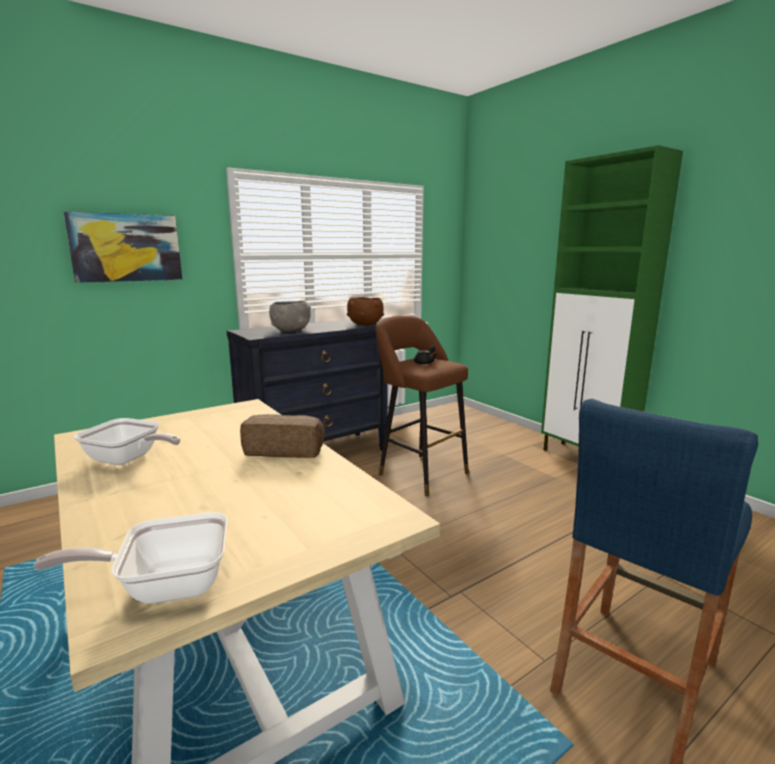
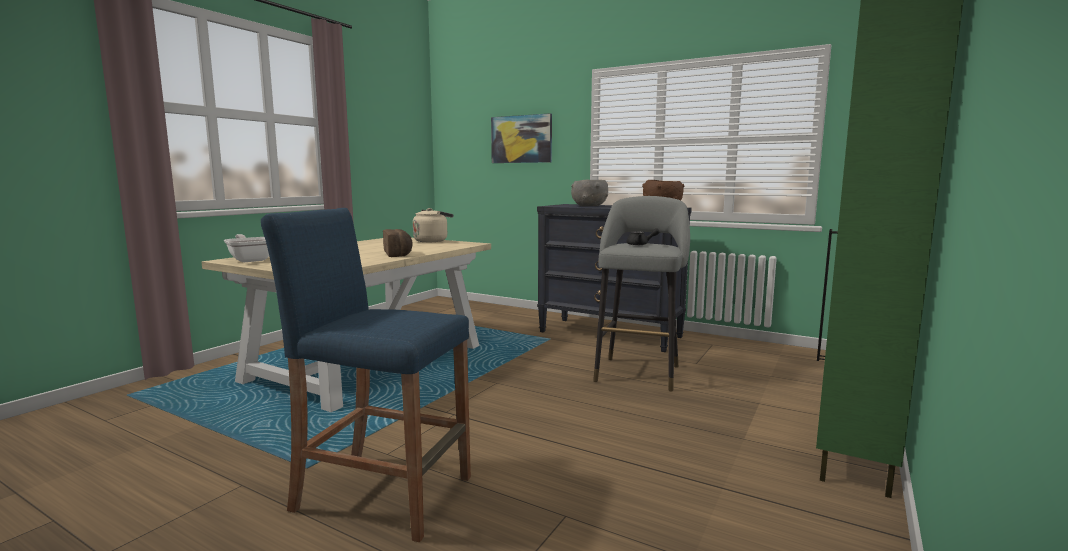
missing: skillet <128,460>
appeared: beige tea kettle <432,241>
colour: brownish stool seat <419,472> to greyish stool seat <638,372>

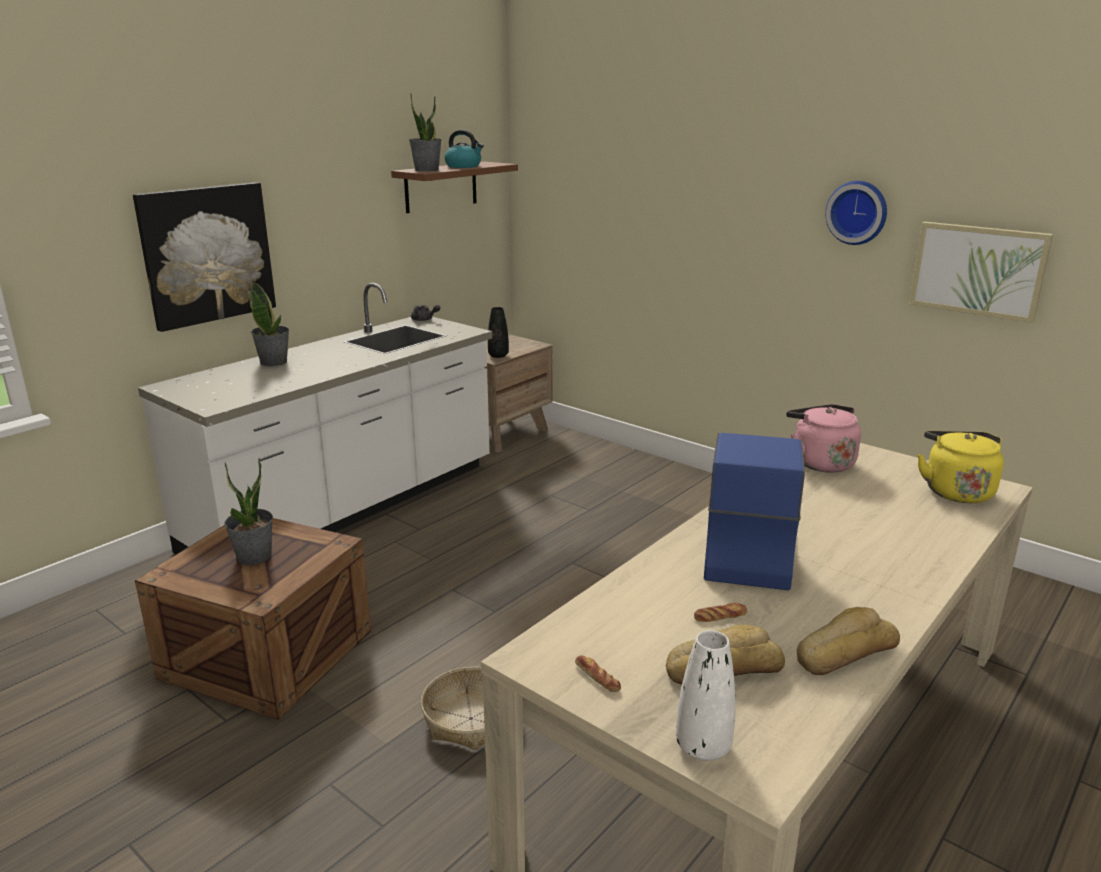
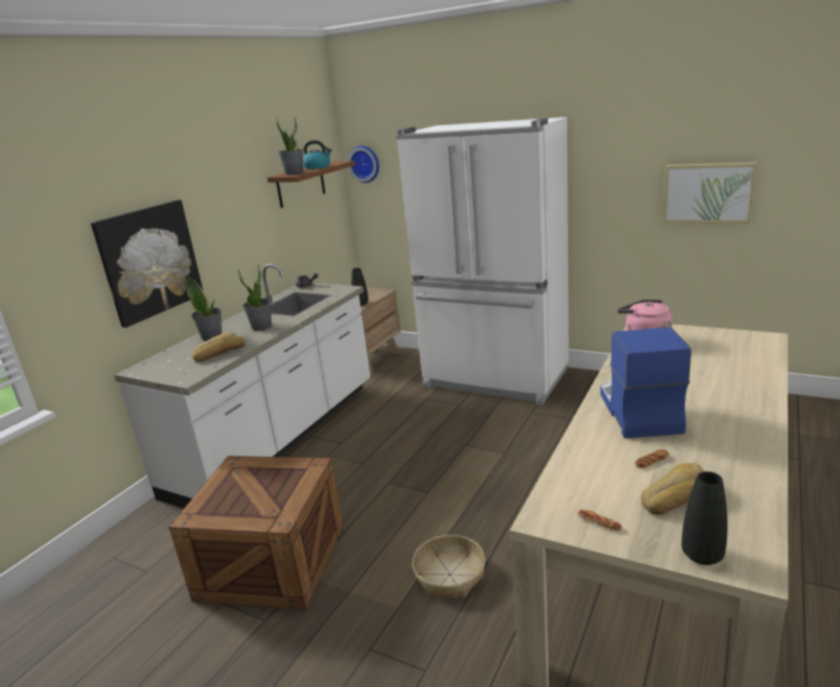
missing: yellowish tea kettle <956,491>
appeared: white-coloured kitchen fridge <495,380>
relocated: plant in a pot <254,556> to <262,326>; bread <843,651> to <219,352>; hanging clock <857,212> to <365,163>
colour: white-coloured flower vase <703,747> to black-coloured flower vase <702,555>

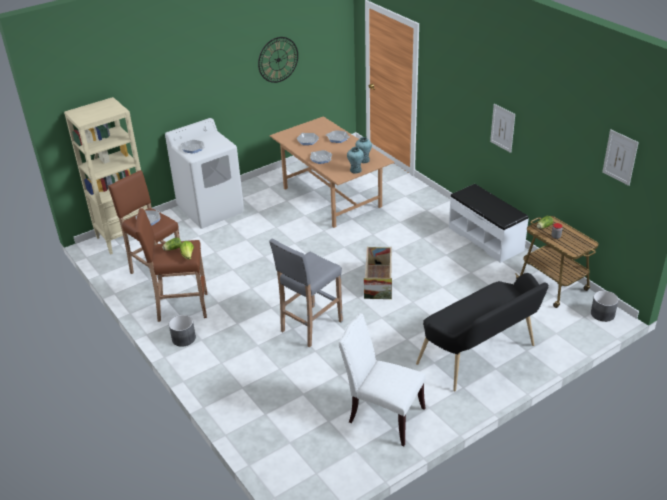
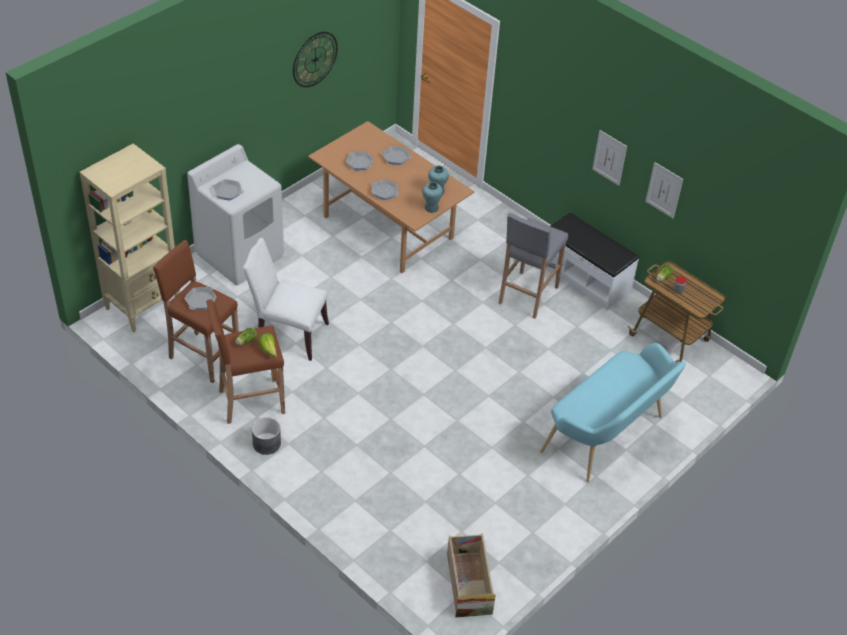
missing: greyish planter <602,314>
relocated: greyish stool seat <310,326> to <527,296>; white-coloured plain chair <382,415> to <288,334>; crate <378,281> to <468,583>; picture <620,157> to <664,190>
colour: black-coloured long seat <481,357> to turquoise-coloured long seat <607,436>

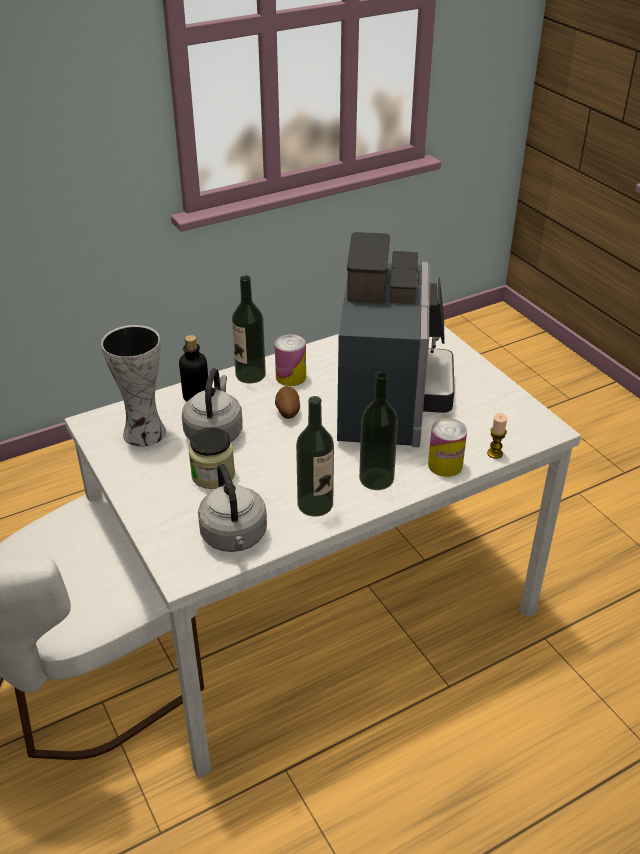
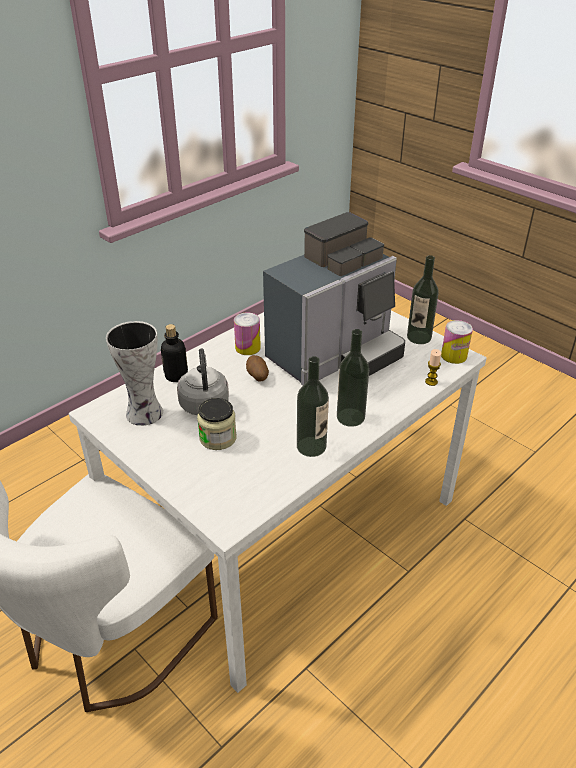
missing: greyish tea kettle <235,538>
relocated: drink bottle <250,375> to <419,337>; sealed can <445,465> to <454,356>
spun: coffee brewer <391,402> = <335,355> 60 degrees clockwise

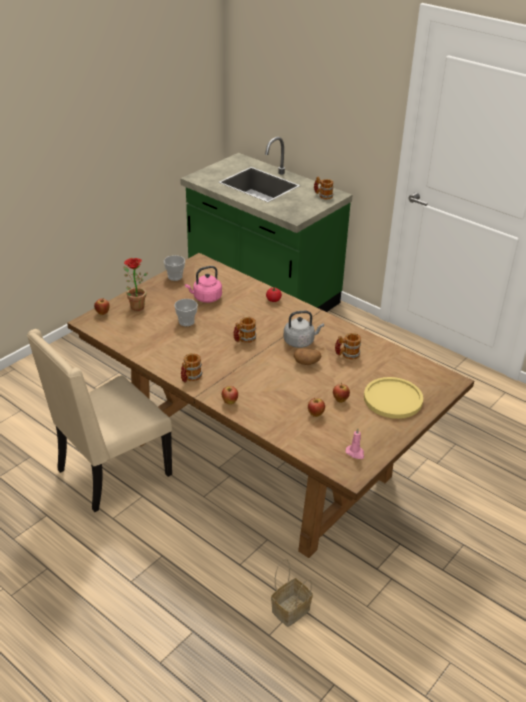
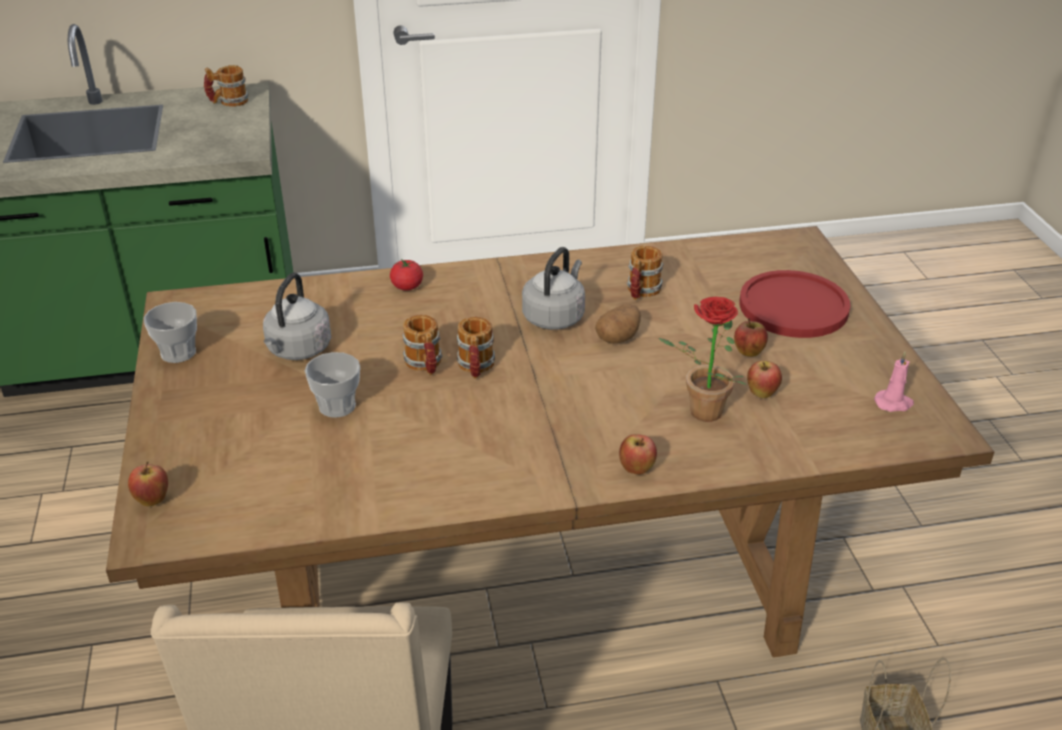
relocated: plant in a pot <135,306> to <699,413>; mug <190,378> to <425,365>
colour: pinkish tea kettle <206,298> to greyish tea kettle <297,350>; yellowish flat dish <393,399> to red-coloured flat dish <793,306>

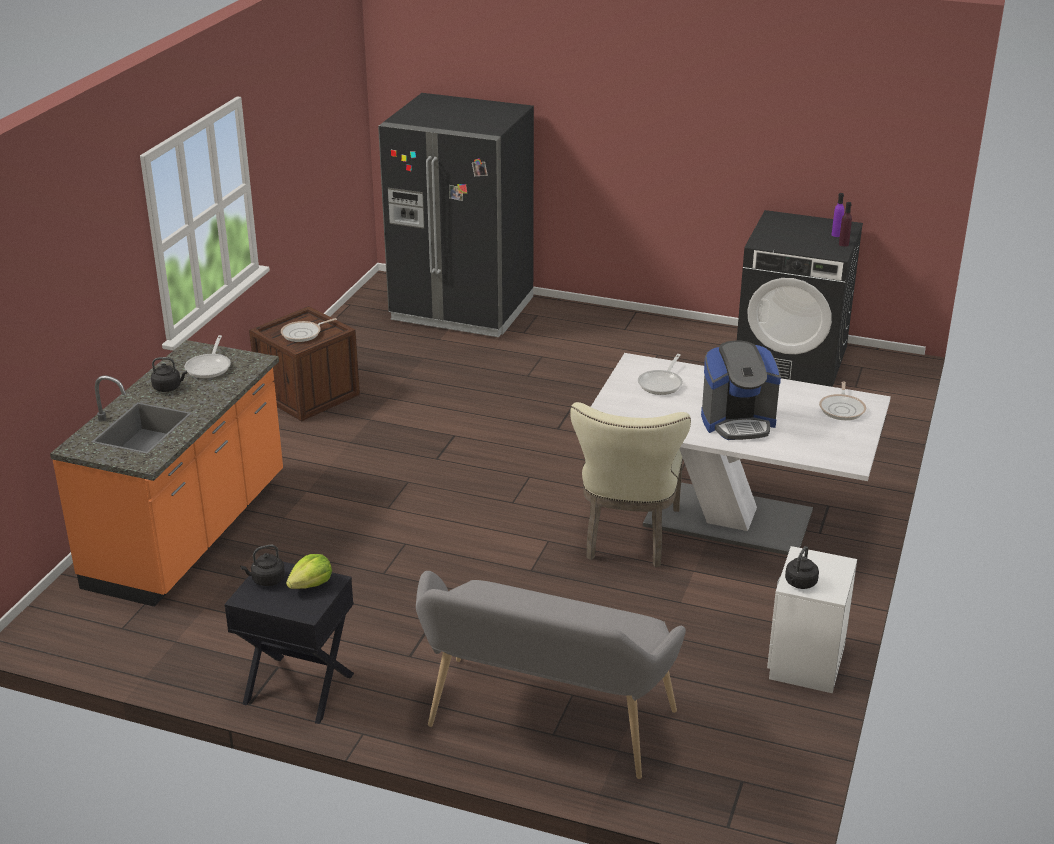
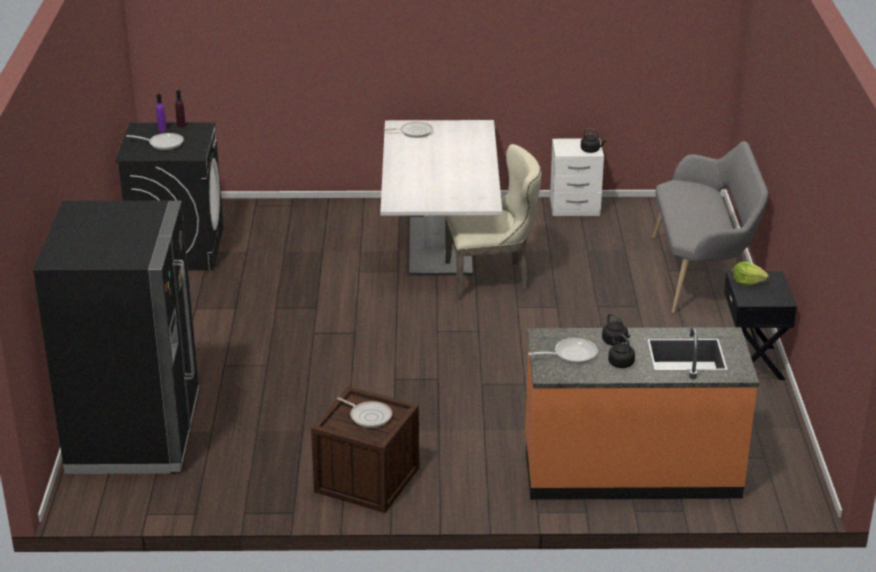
missing: coffee brewer <738,422>
relocated: black-coloured tea kettle <266,580> to <615,342>; skillet <662,383> to <163,143>

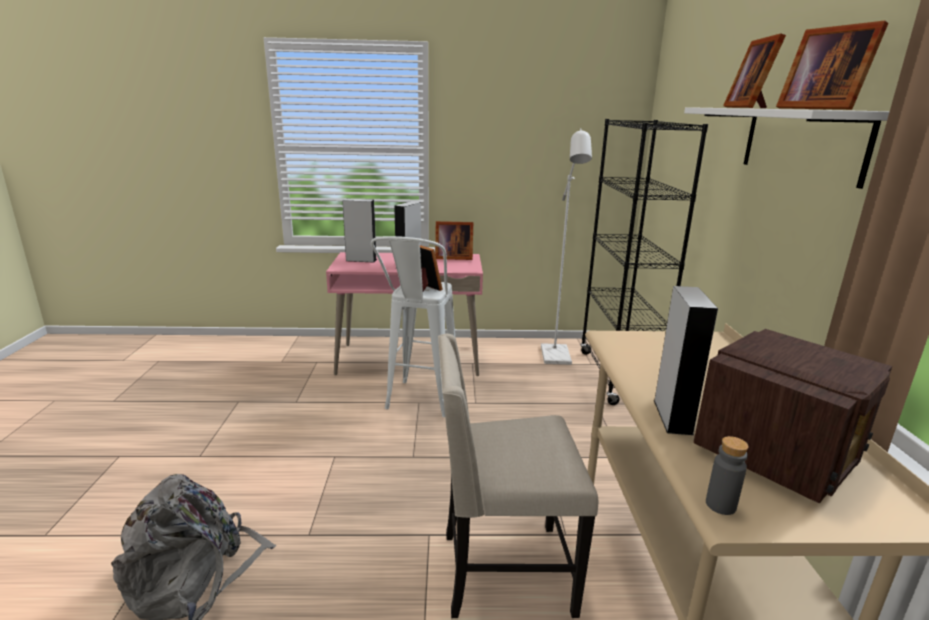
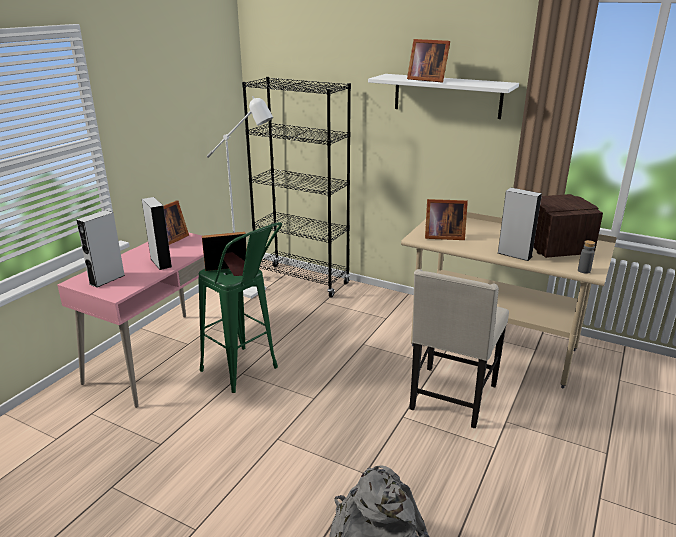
relocated: photo frame <819,109> to <442,236>
colour: white-coloured stool seat <419,405> to green stool seat <246,374>

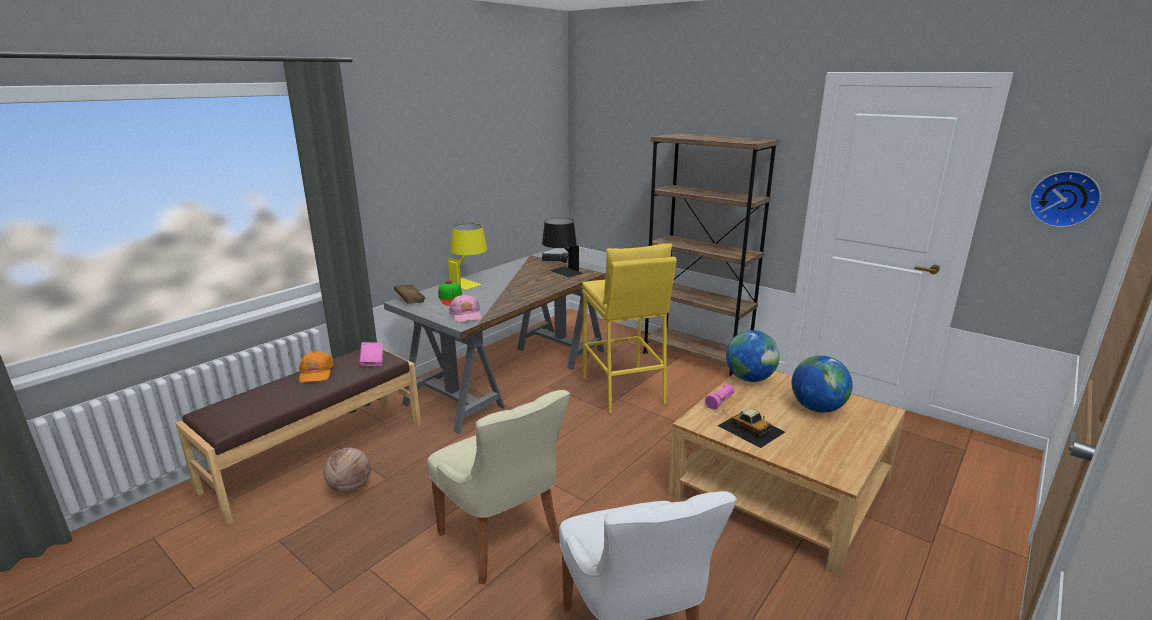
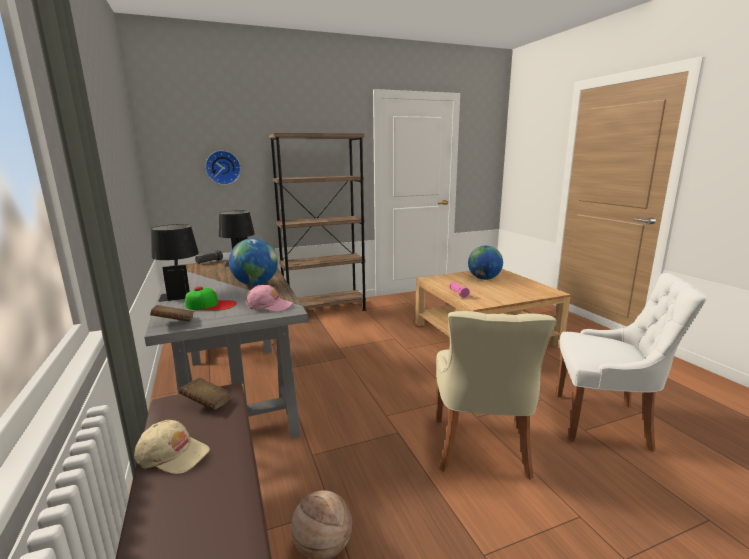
missing: yellowish stool seat <623,390>; miniature car <751,428>
relocated: world globe <749,378> to <255,284>; hanging clock <1064,198> to <223,167>
colour: orange peaked cap <316,373> to beige peaked cap <172,454>; pinkish bound book <372,361> to brownish bound book <207,403>; yellowish table lamp <469,282> to black-coloured table lamp <180,293>
spun: beige plain chair <503,539> = <481,450> 105 degrees clockwise

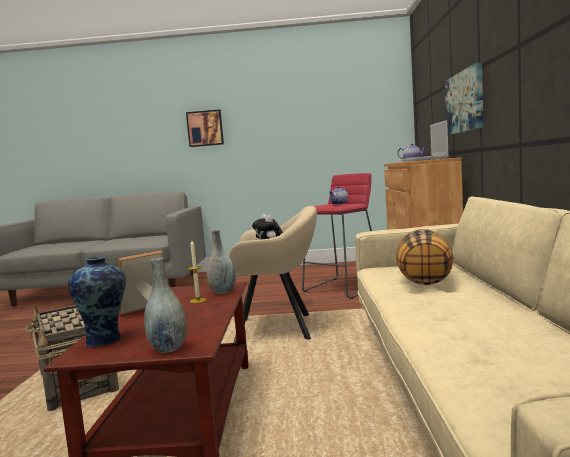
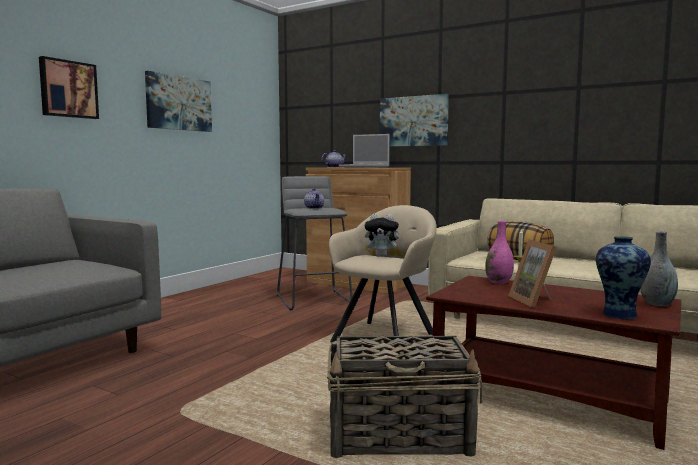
appeared: picture <179,103>
colour: greyish flower vase <222,292> to pinkish flower vase <498,282>; red-coloured stool seat <343,288> to greyish stool seat <314,299>

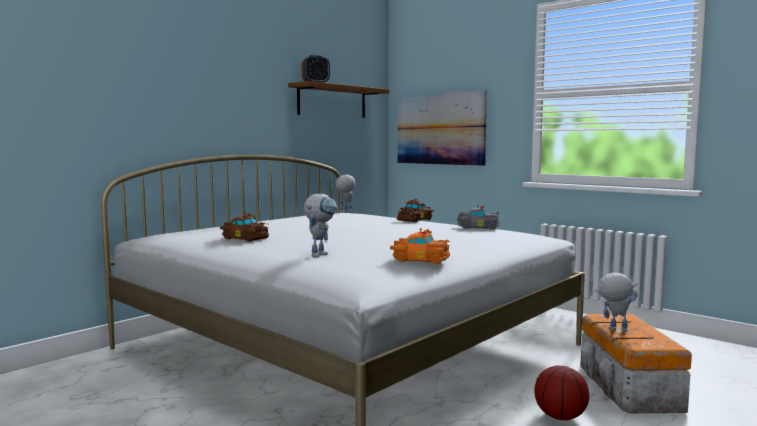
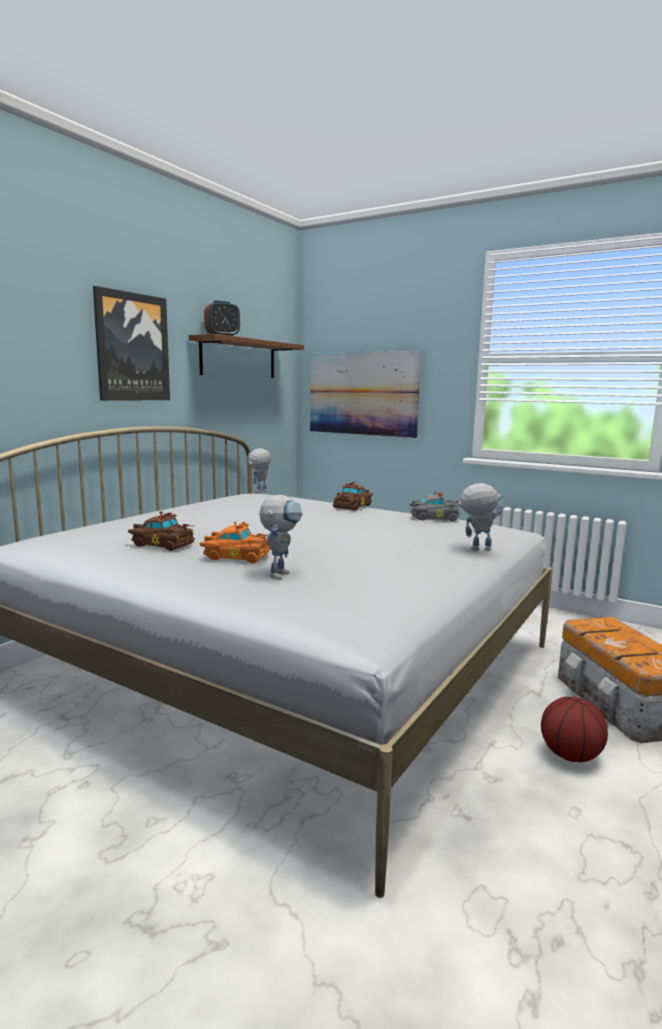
appeared: picture <132,347>
relocated: orange miniature car <420,259> to <235,556>; toy robot <613,330> to <475,549>

